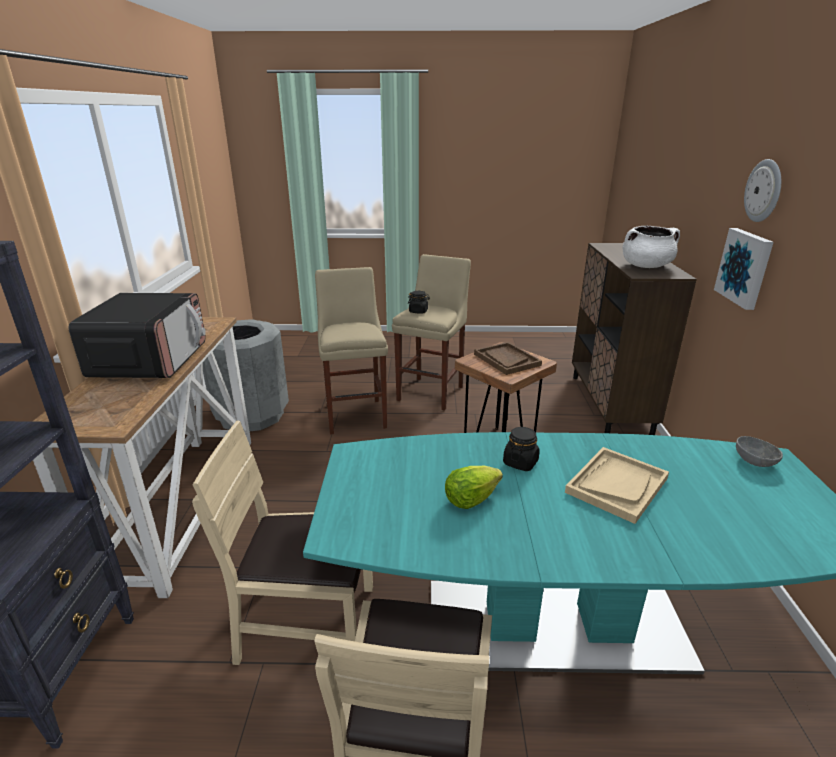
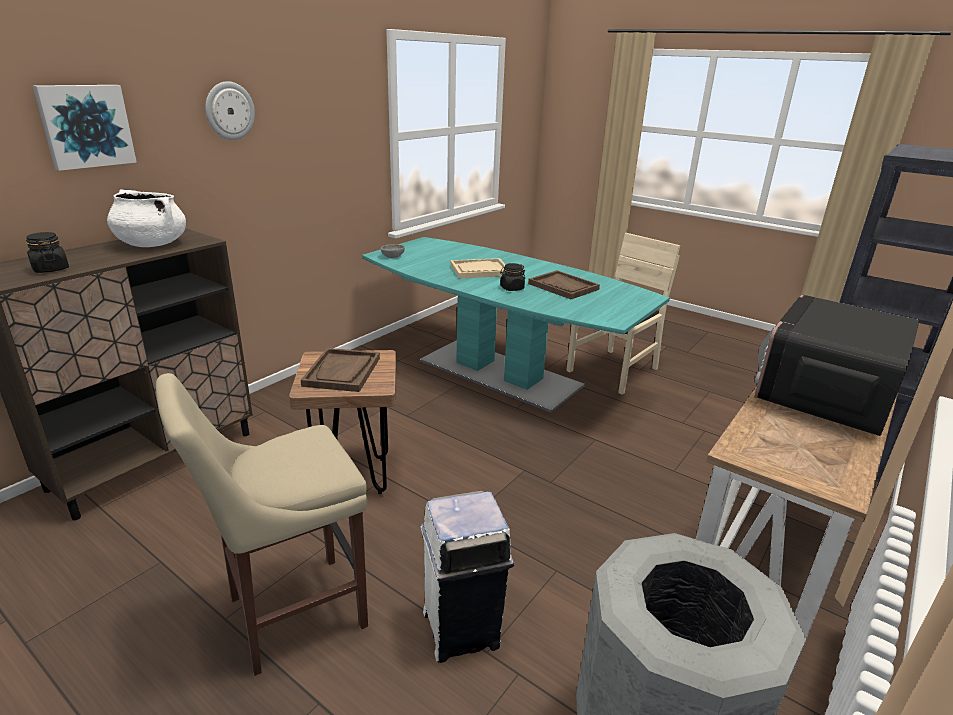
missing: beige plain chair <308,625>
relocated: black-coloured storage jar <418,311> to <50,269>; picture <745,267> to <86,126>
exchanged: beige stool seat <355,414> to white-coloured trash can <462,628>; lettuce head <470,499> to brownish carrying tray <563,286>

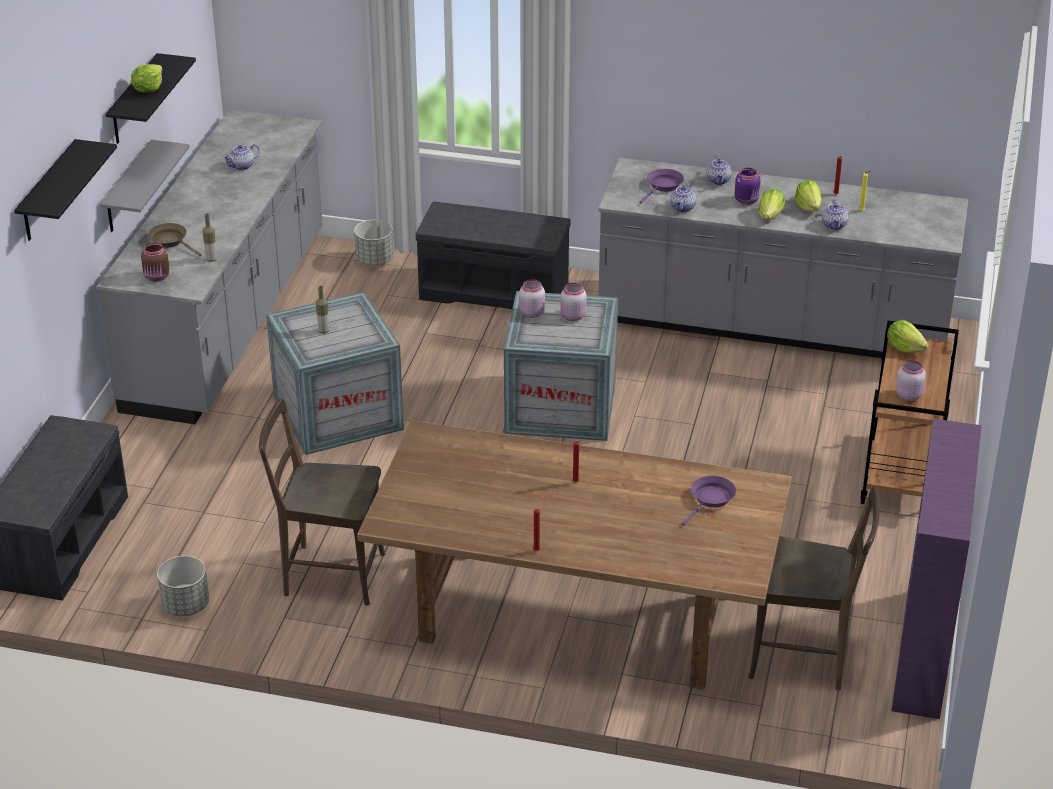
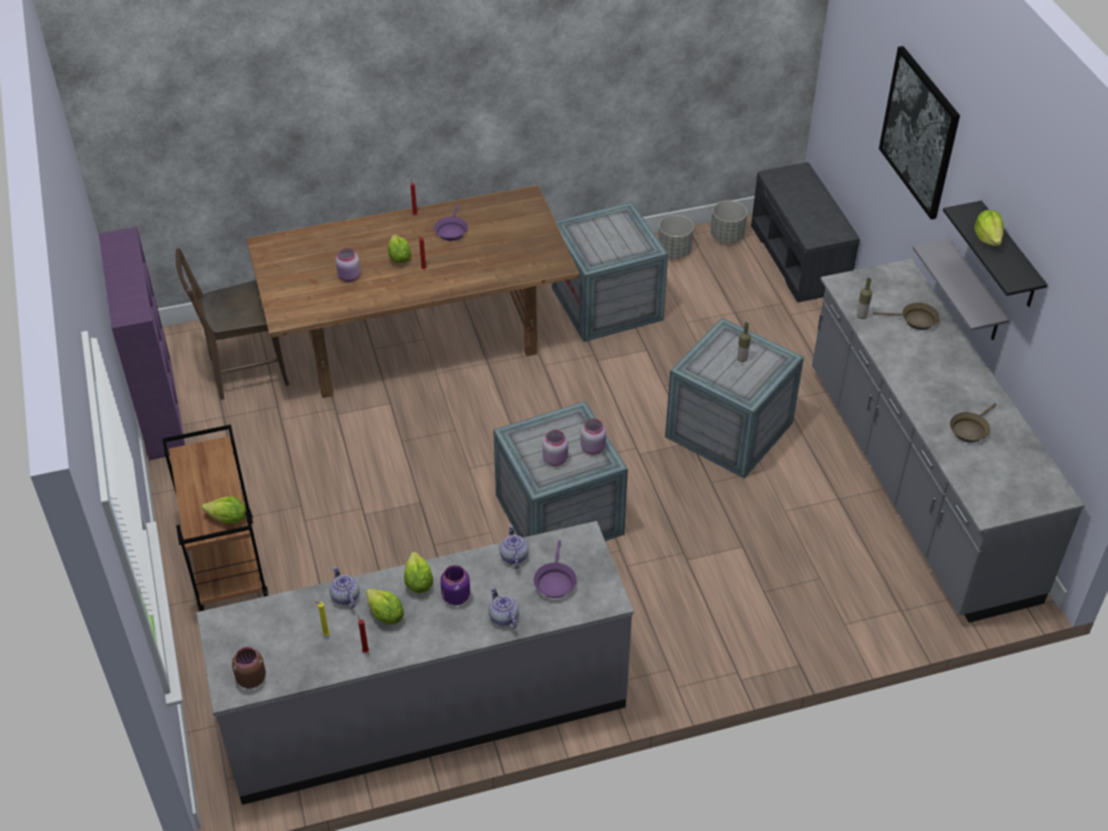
missing: greyish long seat <495,291>
appeared: lettuce head <399,258>
relocated: brownish storage jar <157,277> to <250,679>; greyish planter <374,260> to <727,236>; purplish skillet <710,499> to <451,230>; pinkish storage jar <908,395> to <349,277>
exchanged: black-coloured wall shelf <48,193> to picture <919,132>; tea pot <242,166> to brownish skillet <970,429>; brownish plain chair <328,574> to crate <607,304>

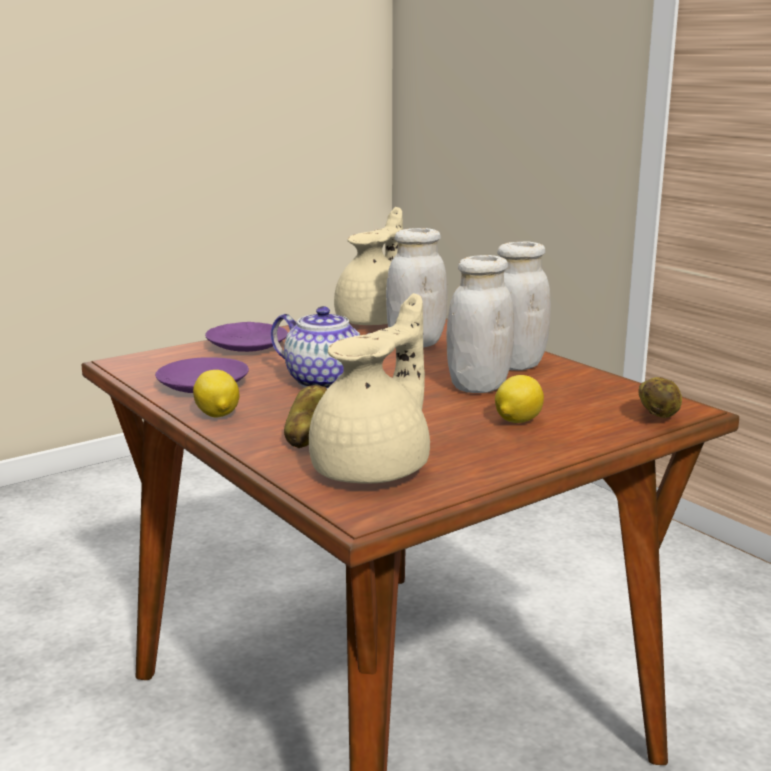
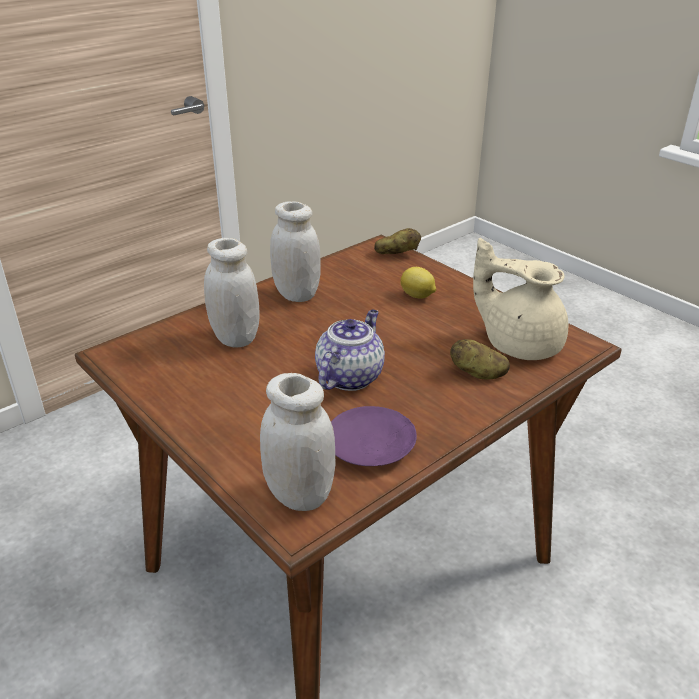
missing: whole lemon <217,415>; purplish flat dish <247,346>; beige tea pot <376,320>
relocated: white-coloured storage jar <478,386> to <299,495>

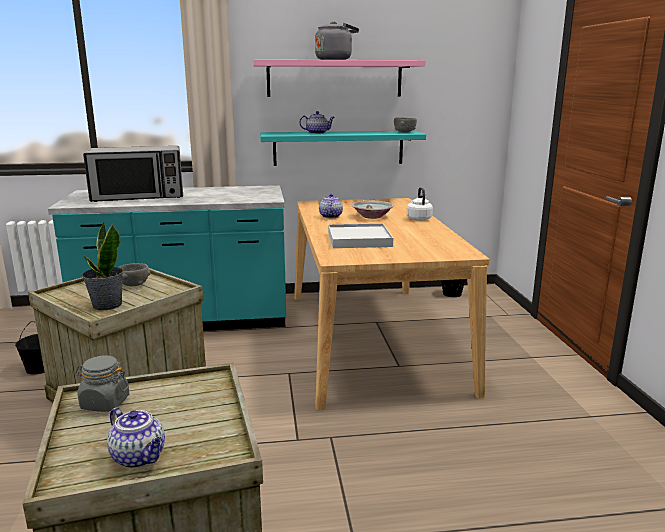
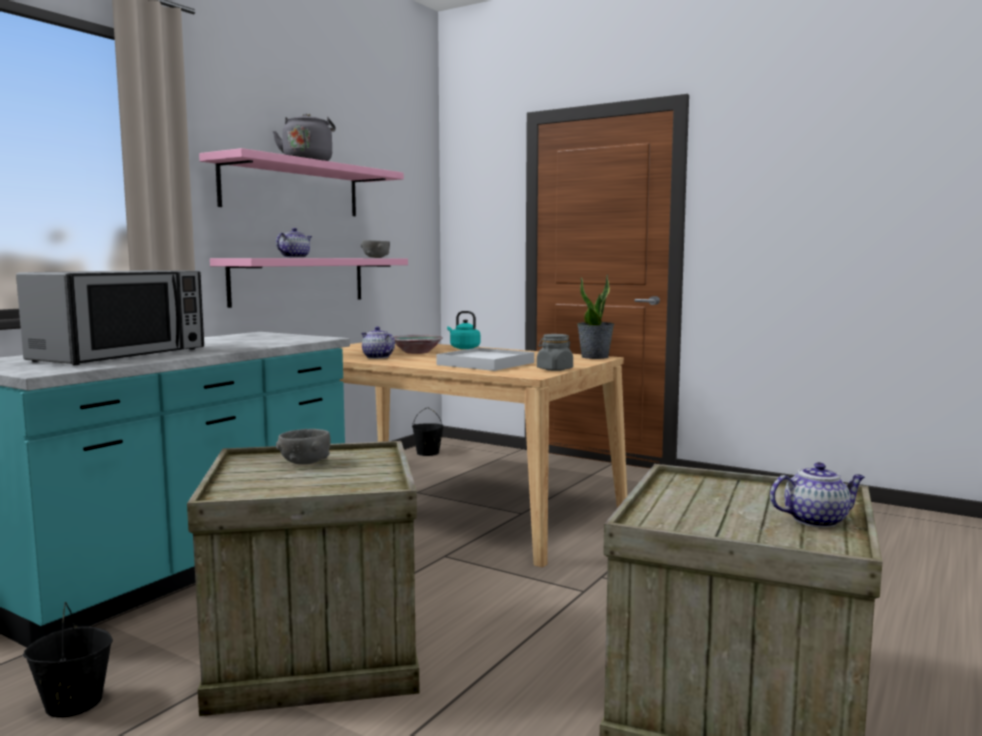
relocated: greyish storage jar <104,403> to <554,369>; plant in a pot <107,305> to <595,357>
colour: turquoise-coloured wall shelf <338,148> to pinkish wall shelf <299,280>; white-coloured tea kettle <418,218> to turquoise-coloured tea kettle <463,348>

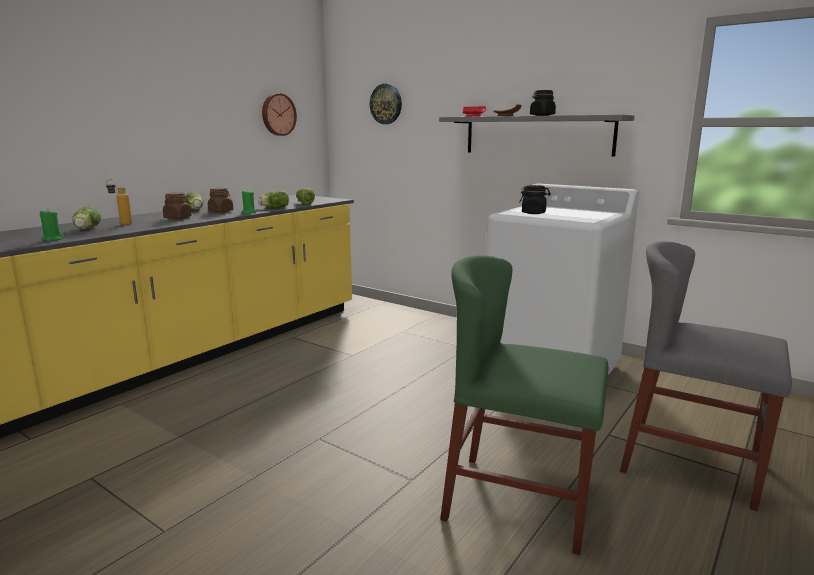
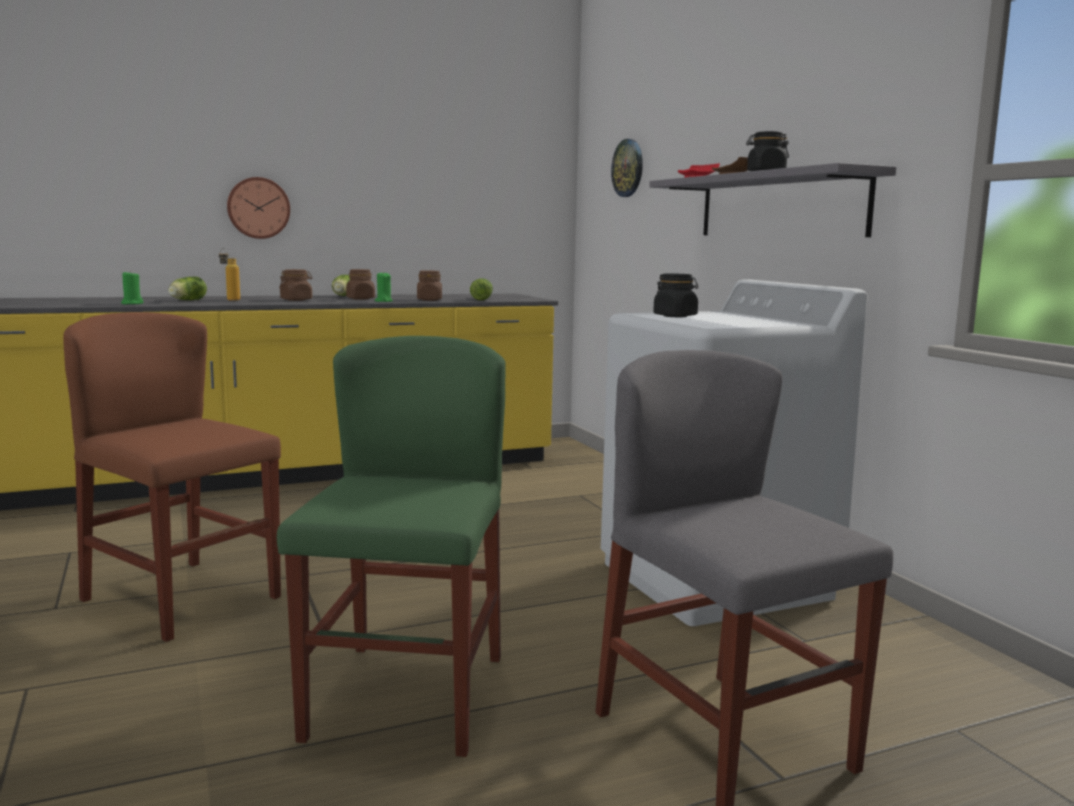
appeared: brownish plain chair <182,598>
relocated: hanging clock <278,114> to <258,208>
exchanged: lettuce head <273,207> to brownish storage jar <429,300>
spun: green plain chair <519,501> = <406,697> 45 degrees clockwise

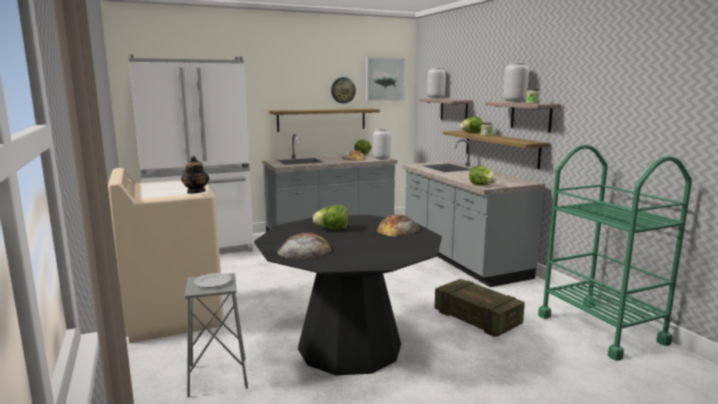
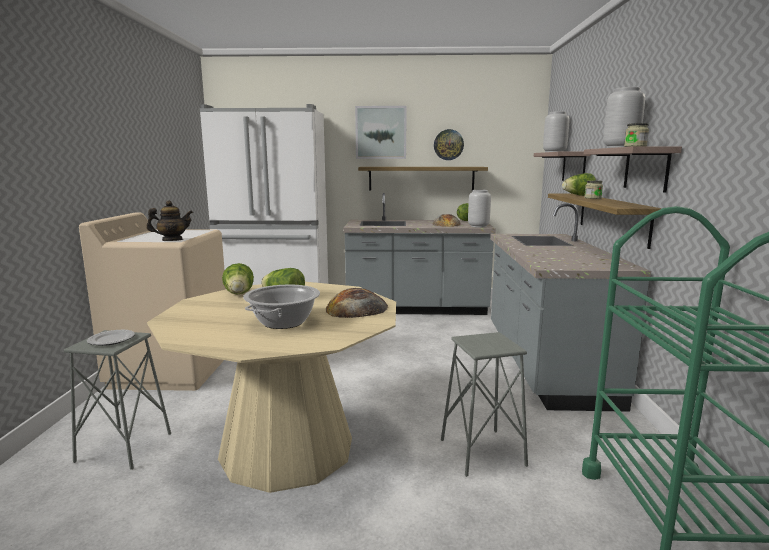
missing: bread <304,250>
appeared: cooking pot <283,322>
relocated: picture <385,79> to <381,132>; lettuce head <482,185> to <239,294>
exchanged: crate <477,319> to greyish stool seat <482,452>
colour: black-coloured dining table <349,346> to beige dining table <287,448>
spun: tea pot <195,192> = <172,240> 45 degrees clockwise

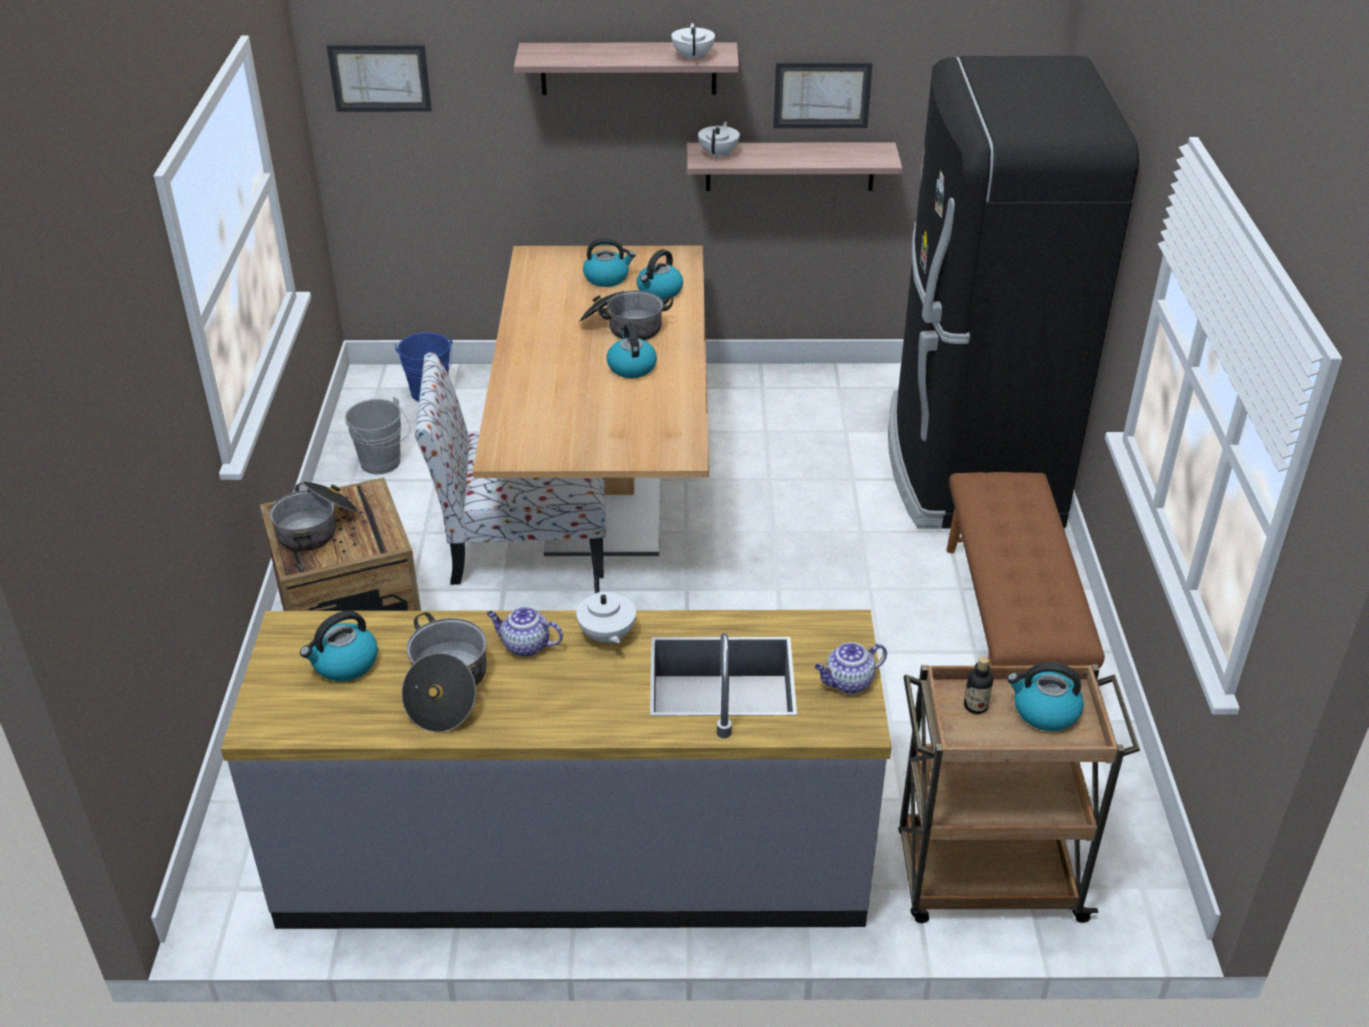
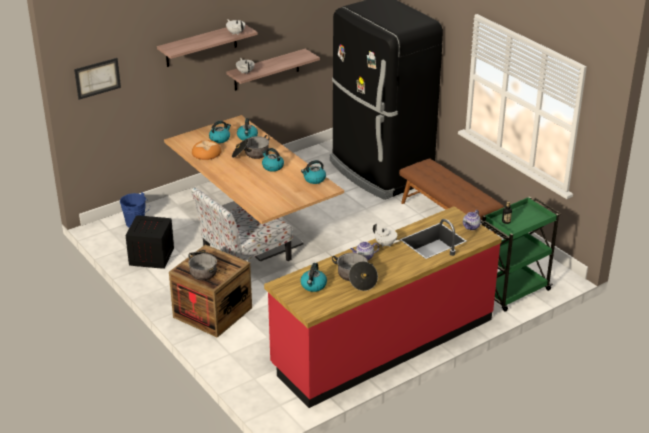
missing: picture <822,94>
appeared: bread <206,152>
relocated: tea kettle <1044,712> to <314,179>
exchanged: greyish pail <383,465> to crate <151,256>
colour: greyish kitchen counter <575,857> to red-coloured kitchen counter <383,343>; brownish wheeled cart <985,878> to green wheeled cart <511,291>

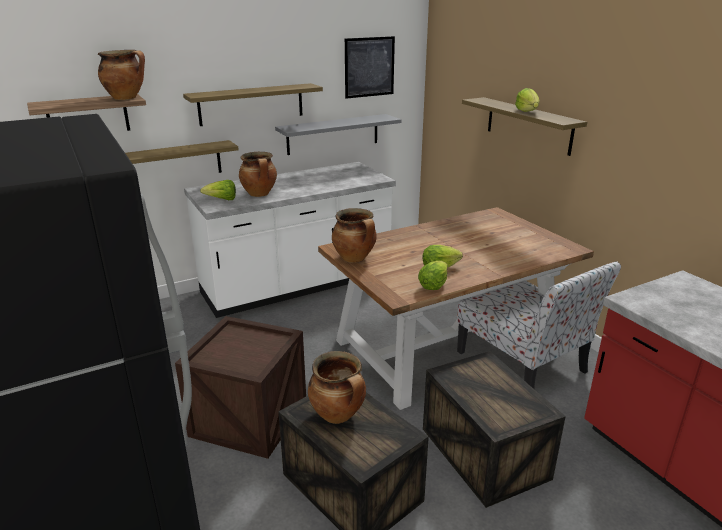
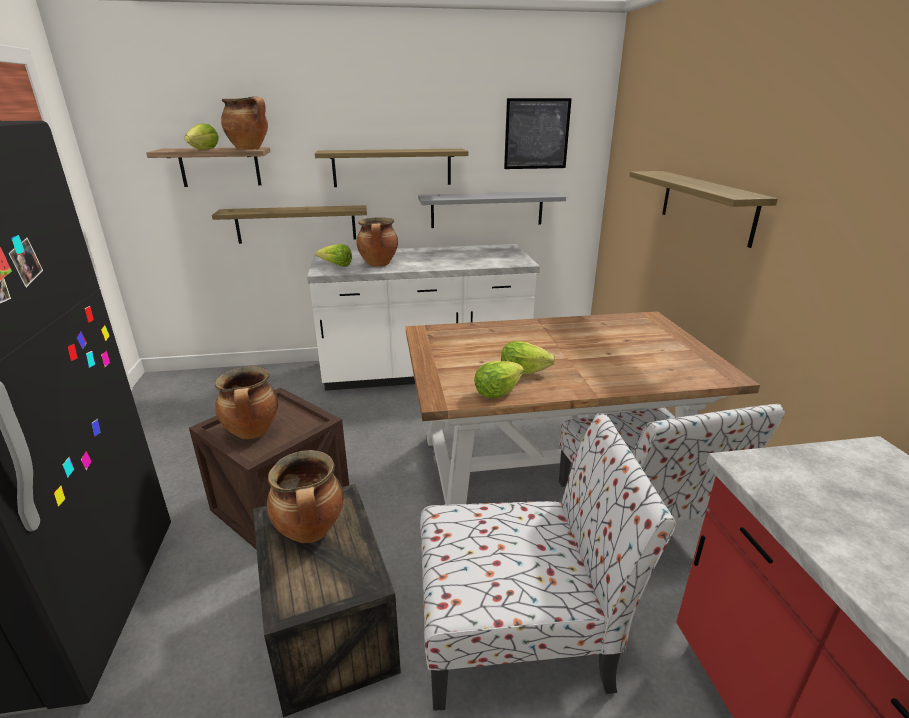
relocated: cooking pot <355,258> to <253,432>; lettuce head <527,112> to <204,150>
exchanged: crate <485,454> to plain chair <518,631>

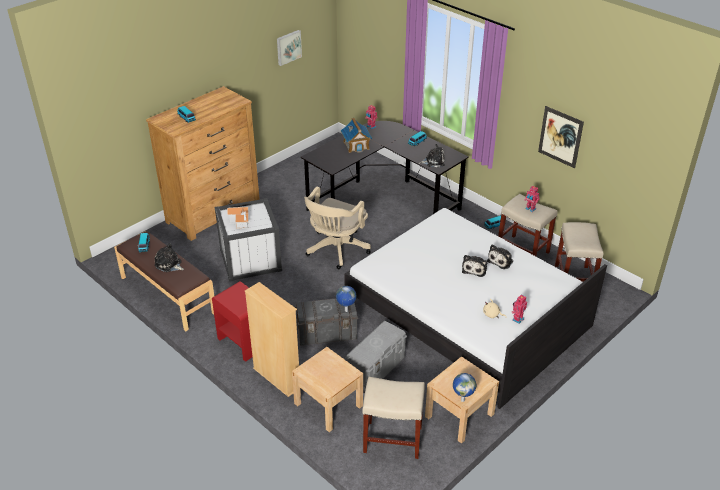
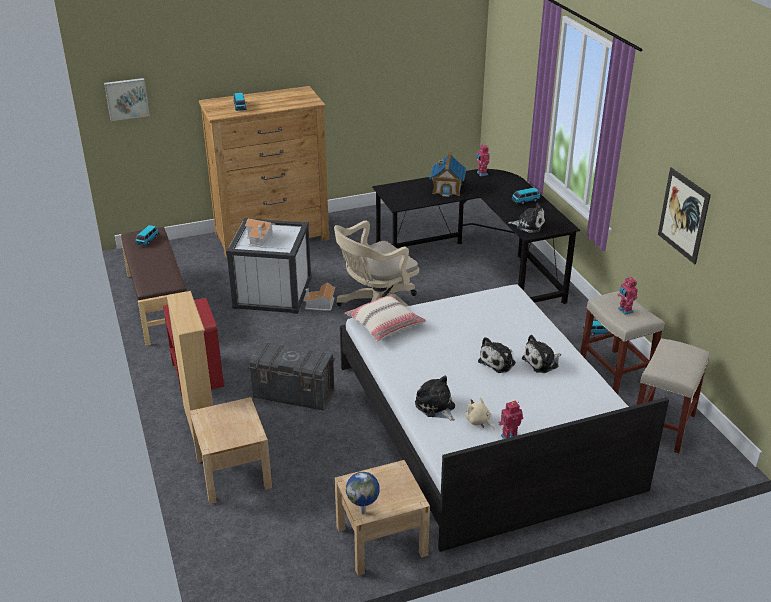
missing: world globe <346,311>; greyish storage box <376,369>; beige stool seat <391,439>
appeared: model house <320,304>; beige pillow <385,324>
relocated: cuddly toy <169,265> to <436,407>; picture <288,47> to <126,98>

